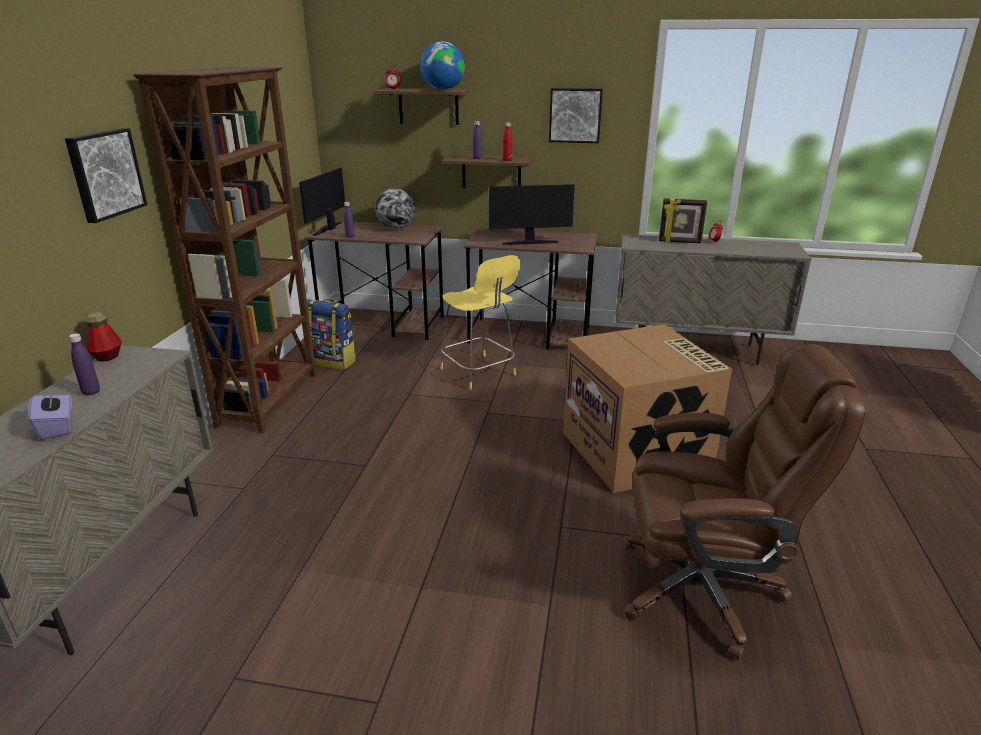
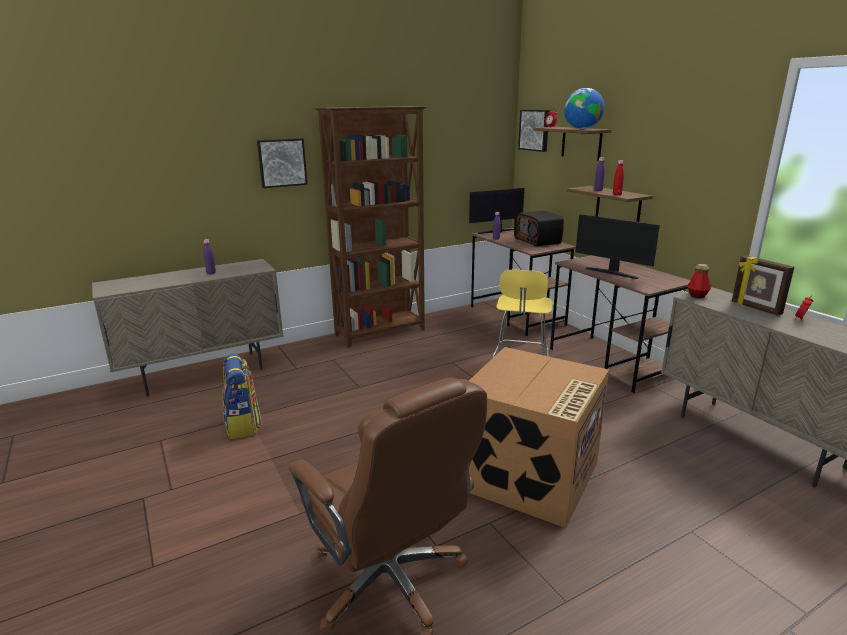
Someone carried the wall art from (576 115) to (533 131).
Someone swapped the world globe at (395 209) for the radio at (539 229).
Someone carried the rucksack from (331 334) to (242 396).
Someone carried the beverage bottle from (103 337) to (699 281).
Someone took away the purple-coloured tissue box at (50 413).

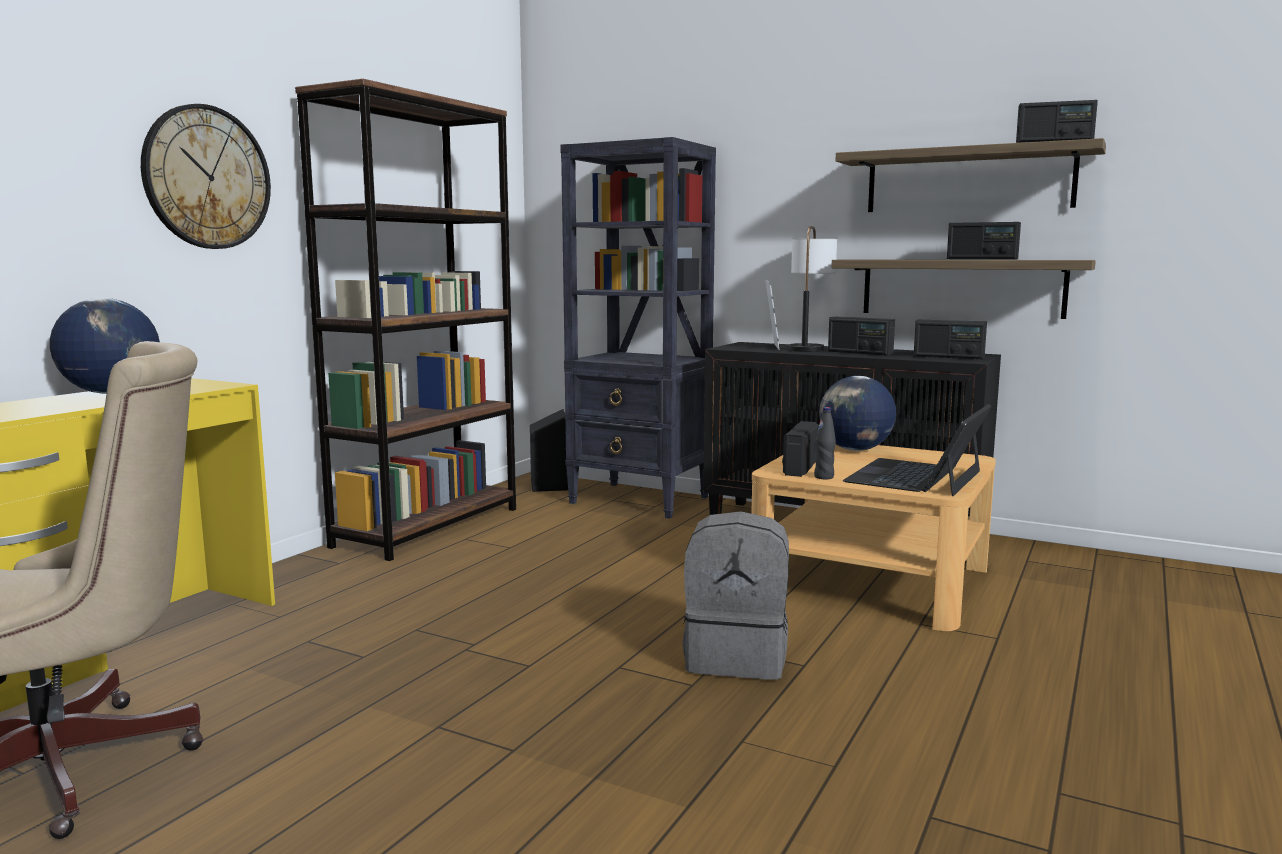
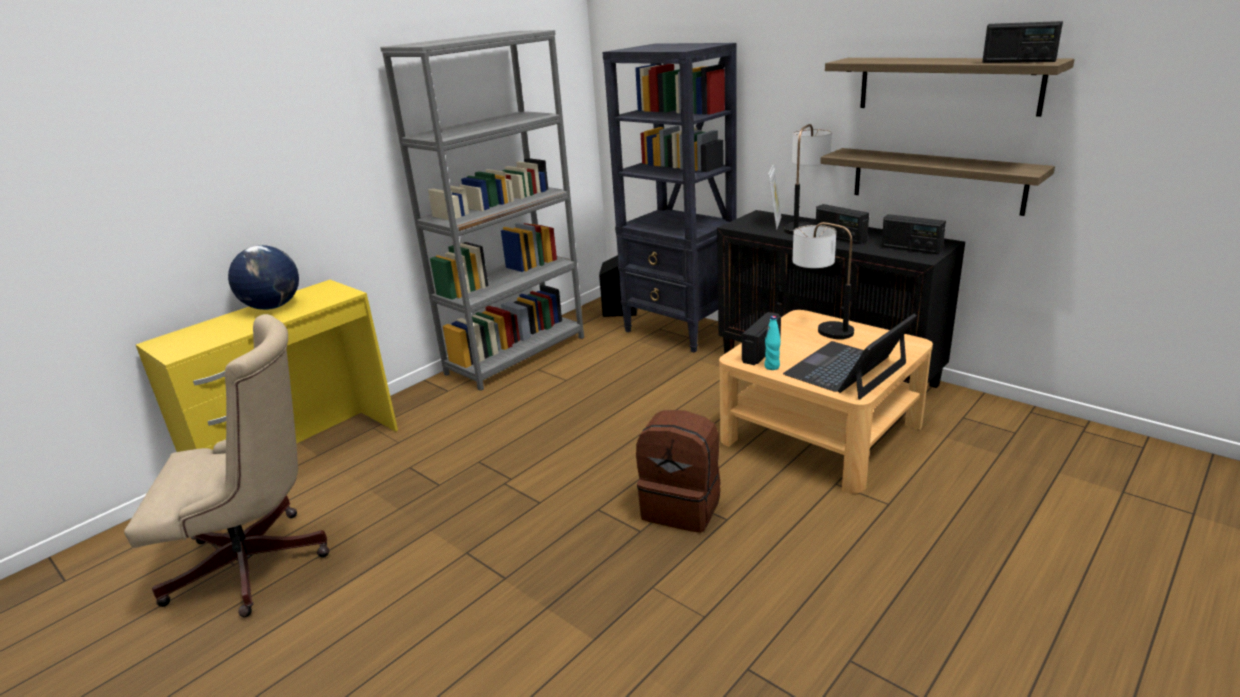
Someone repainted the brown shelving unit at (405 320), which became the gray shelving unit at (482 210).
Someone took away the clock on the wall at (206 176).
Someone took away the radio at (984 241).
Someone swapped the world globe at (857 413) for the tabletop lamp at (823 280).
Someone repainted the blackish beverage bottle at (825 443), which became the turquoise-coloured beverage bottle at (772 343).
Someone repainted the gray rucksack at (735 595), which became the brown rucksack at (678 471).

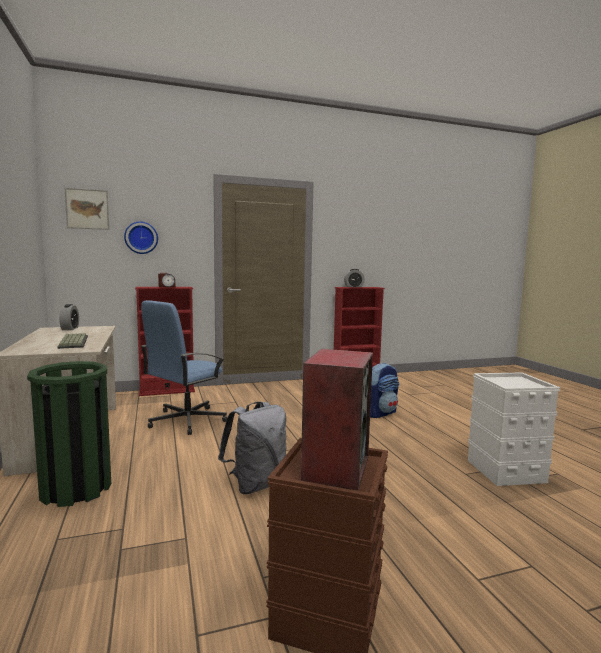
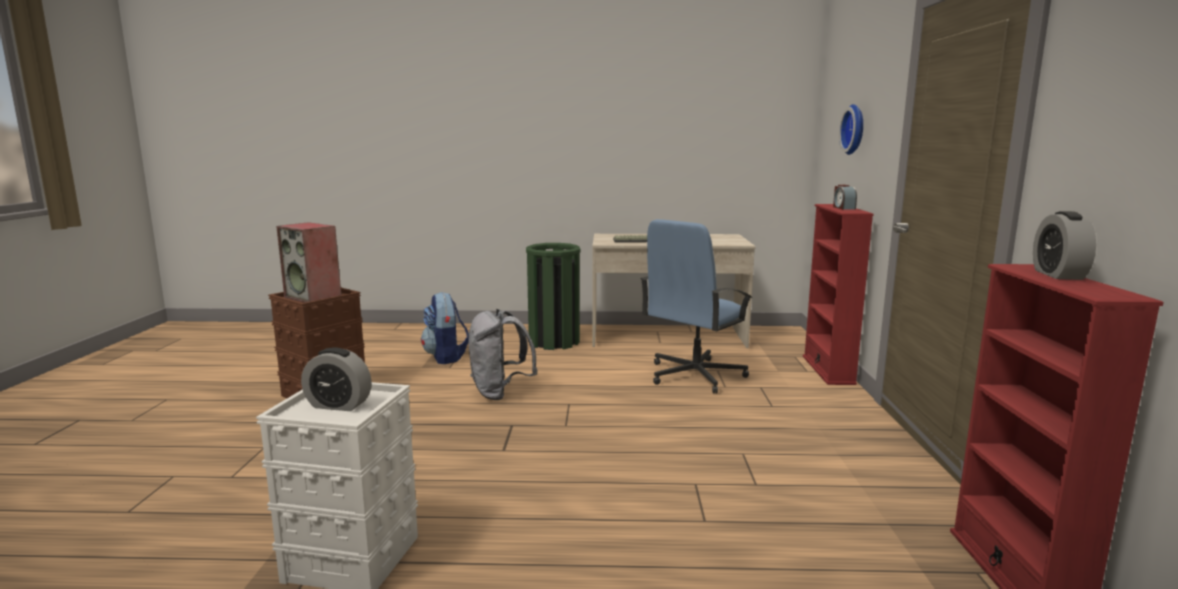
Someone took away the wall art at (87 209).
Someone rotated the blue computer chair at (184 367) by 105 degrees counterclockwise.
Someone carried the table clock from (69 317) to (336 379).
Someone carried the rucksack from (384 390) to (445 328).

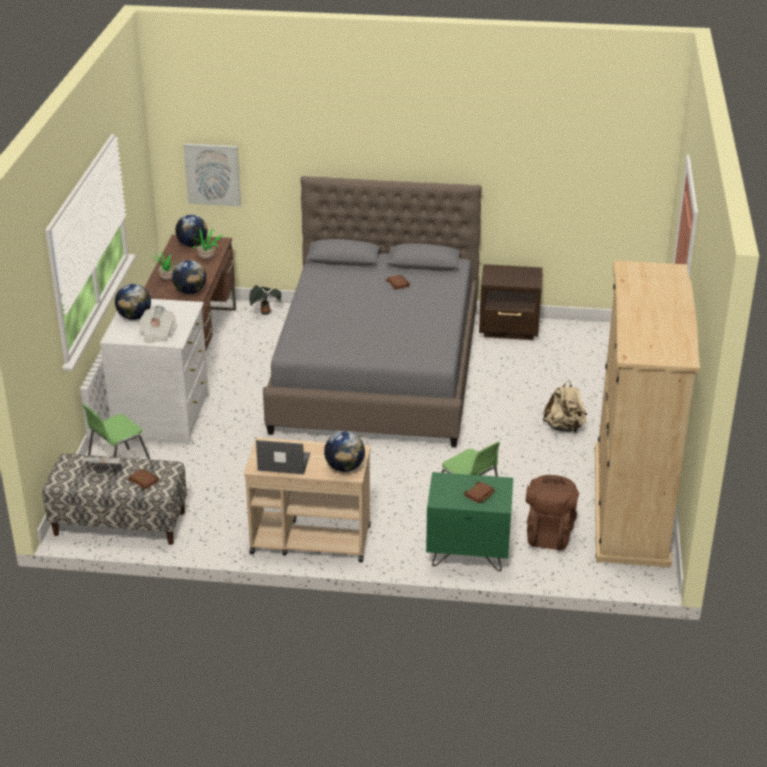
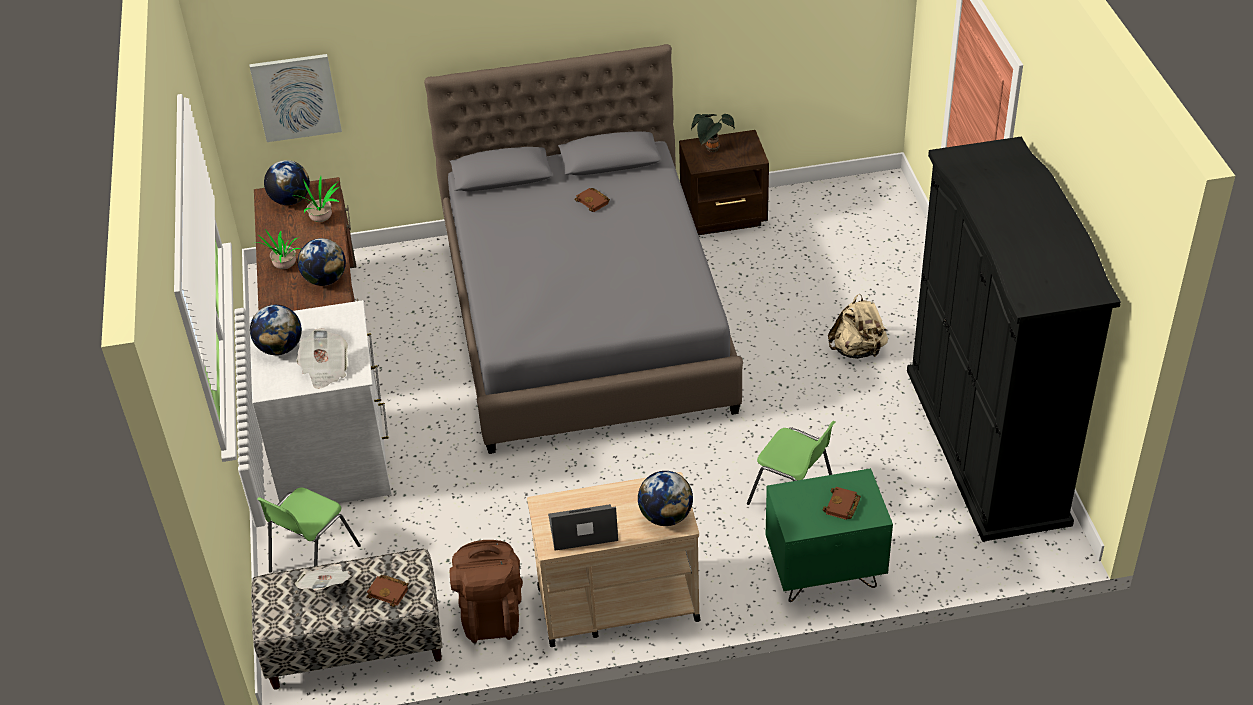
Someone repainted the beige clothes cupboard at (647 414), which became the blackish clothes cupboard at (1014 339).
Someone carried the plant in a pot from (265 300) to (713 133).
Someone carried the brown rucksack from (552 512) to (486 591).

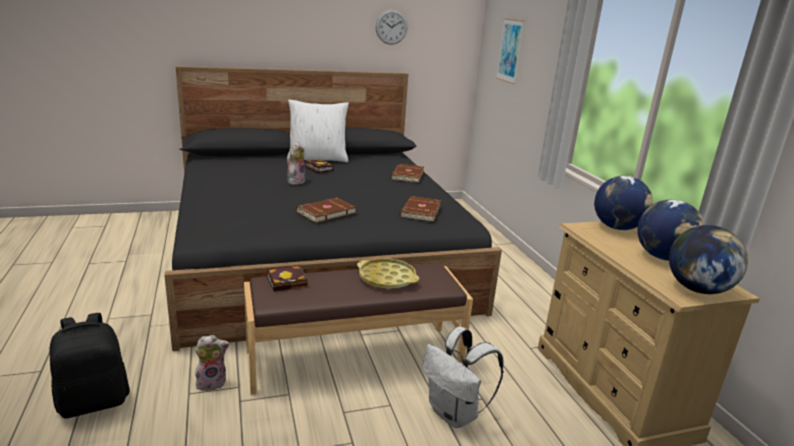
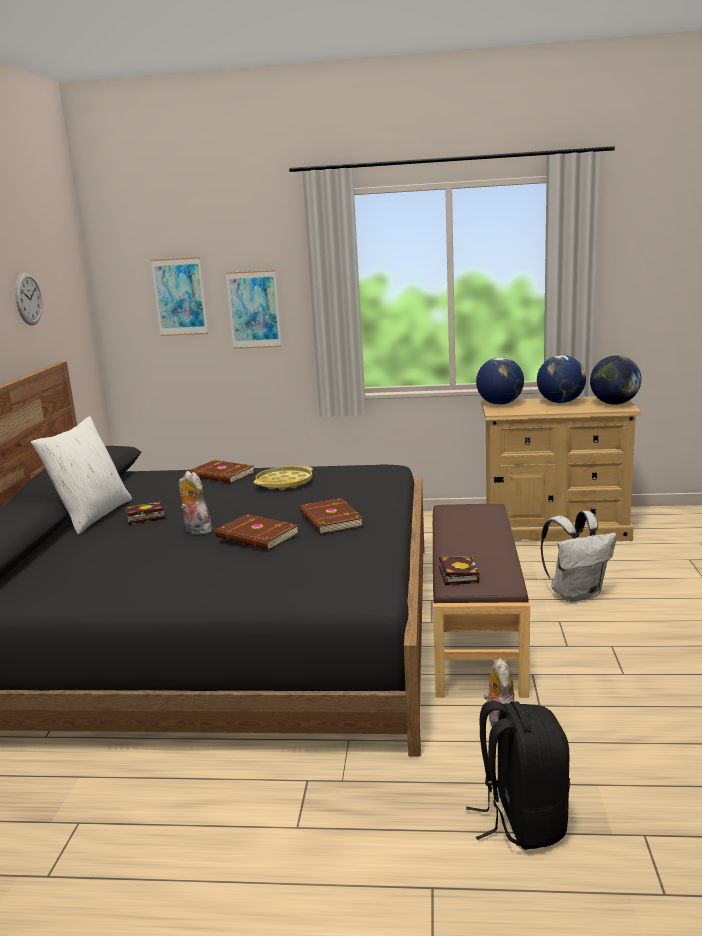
Someone carried the brown volume from (420 209) to (257 532).
Someone carried the yellow-coloured tray from (388 274) to (283 478).
Someone put up the wall art at (254 309).

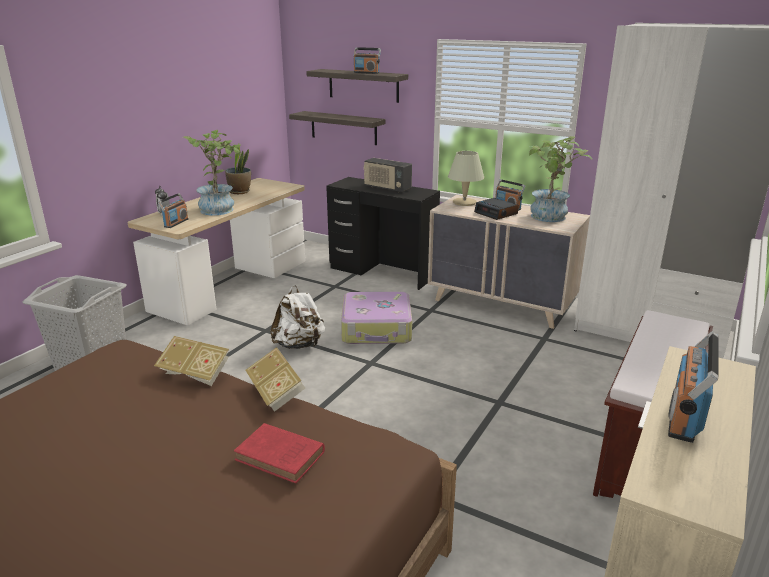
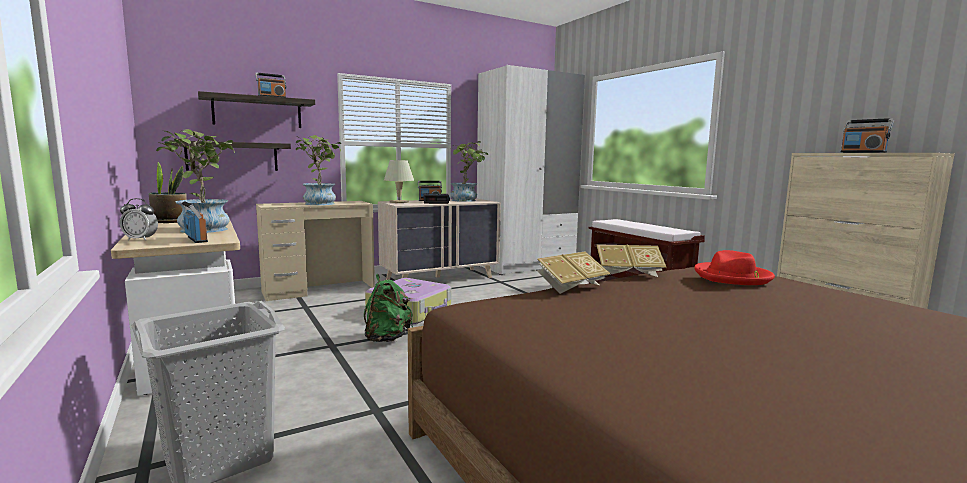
Someone swapped the radio at (388 175) for the plant in a pot at (318 170).
Someone repainted the blackish desk table at (383 233), which became the beige desk table at (315 251).
Someone repainted the whitish rucksack at (297 317), which became the greenish rucksack at (388 308).
Someone swapped the reddish volume at (279 453) for the reddish clothing hat at (734 267).

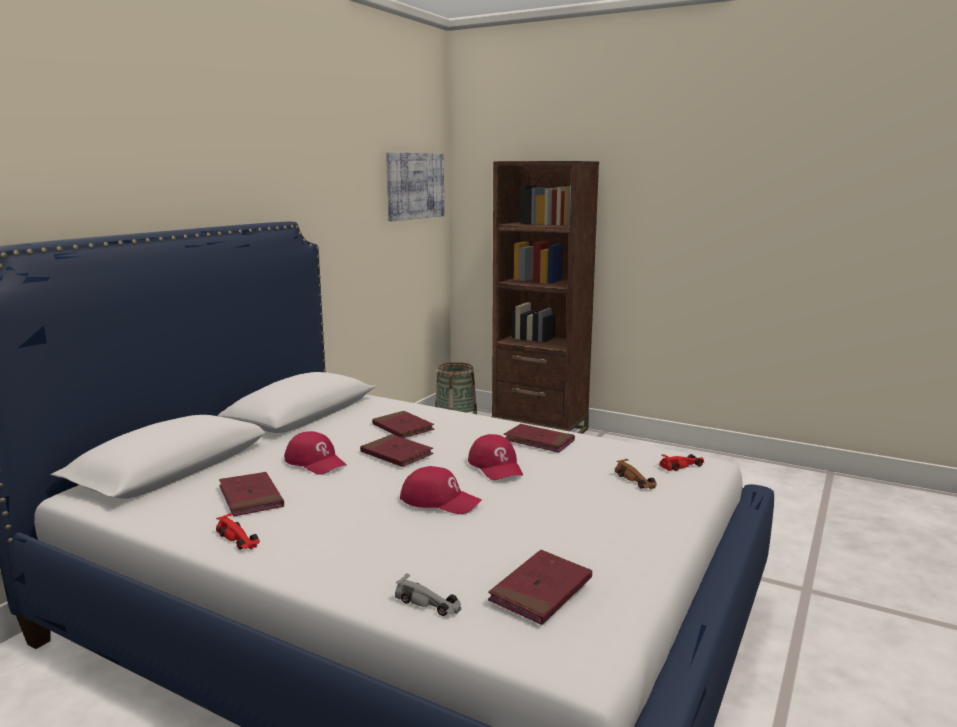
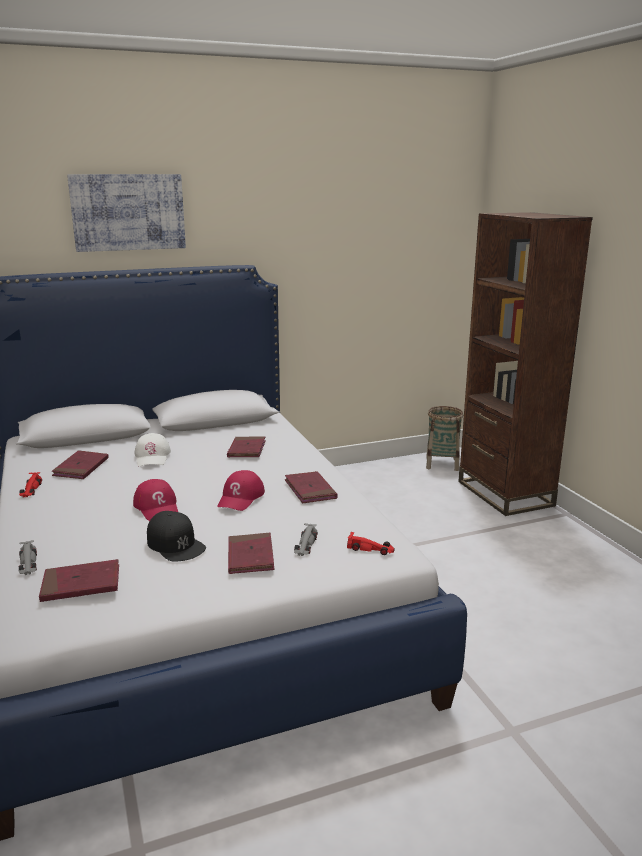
Someone carried the wall art from (415 186) to (126 213).
Someone repainted the reddish cap at (315 453), which became the whitish cap at (153 449).
Someone carried the reddish volume from (397 450) to (251 553).
Someone repainted the brown model car at (636 474), which became the gray model car at (306 539).
Someone put down the blackish cap at (176 536).

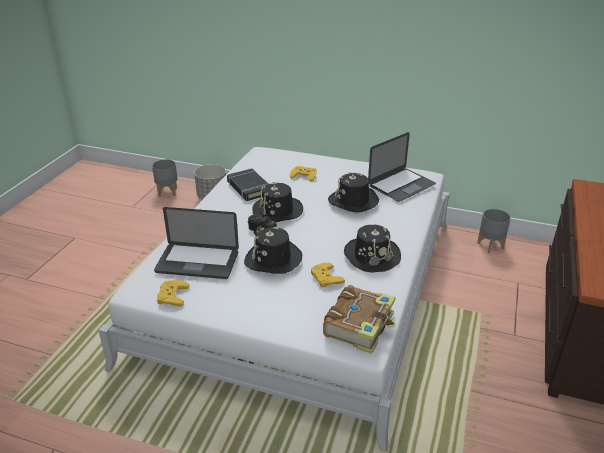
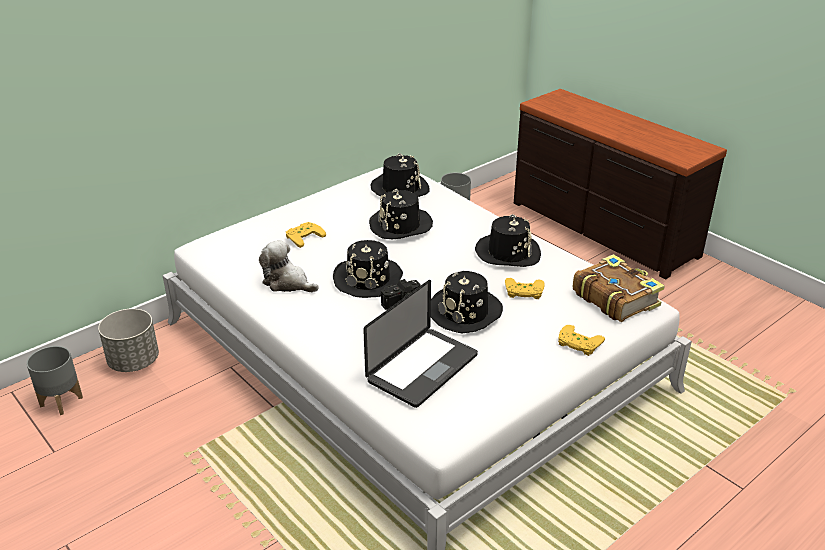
Someone swapped the laptop at (402 167) for the blackish clothing hat at (400 175).
Someone swapped the blackish volume at (247 184) for the plush toy at (289 266).
Someone carried the yellow-coloured gamepad from (173 293) to (581 340).

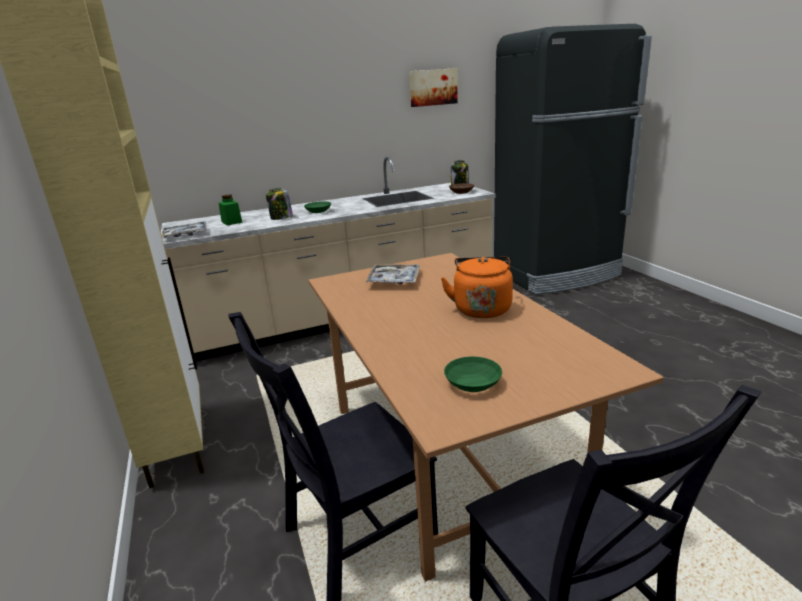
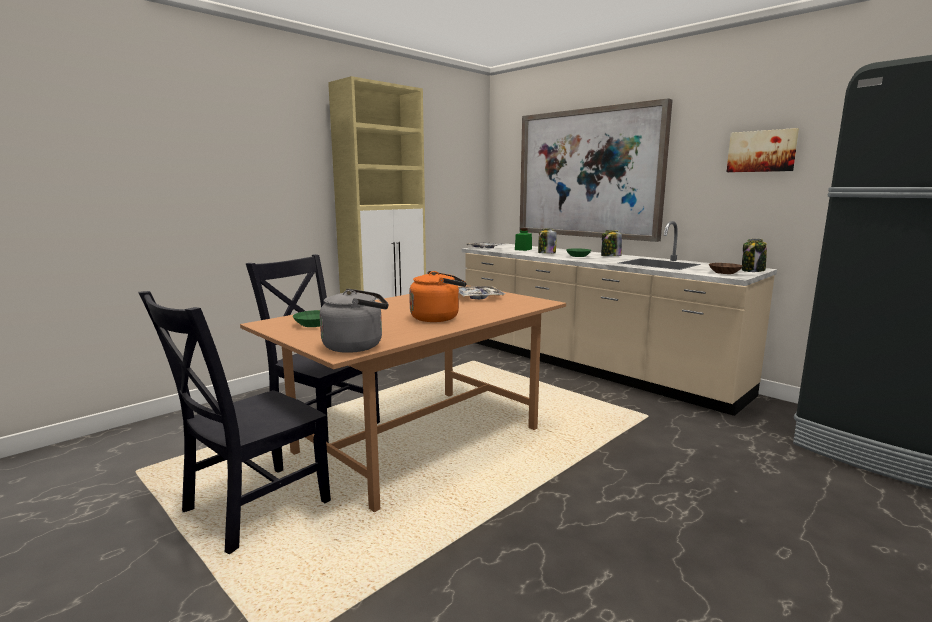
Someone put up the wall art at (596 170).
Someone put down the storage jar at (611 243).
Someone put down the gray water kettle at (354 321).

